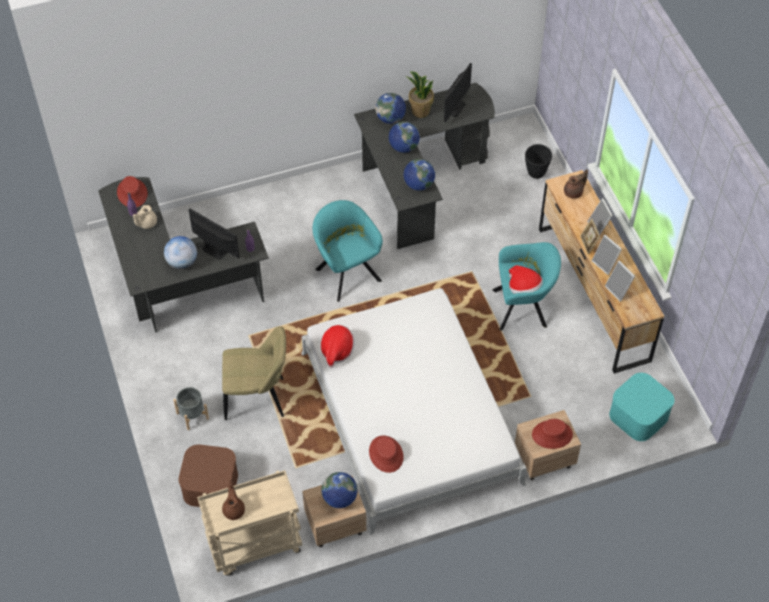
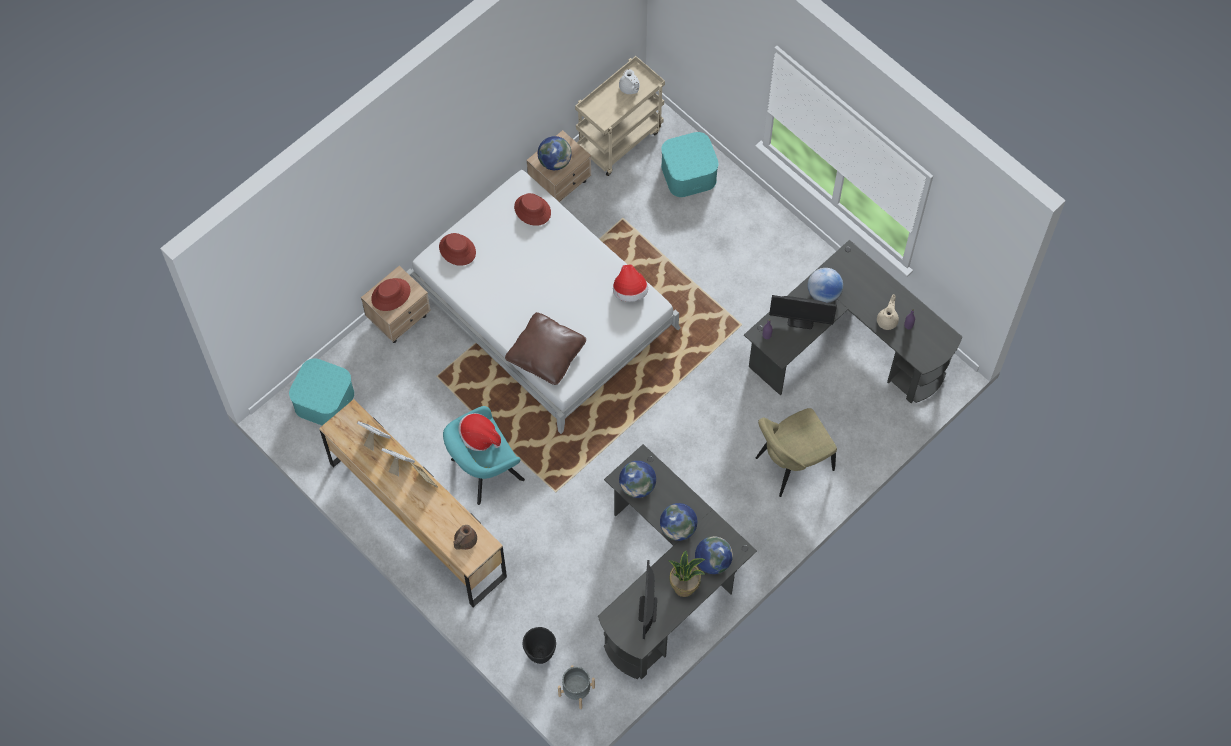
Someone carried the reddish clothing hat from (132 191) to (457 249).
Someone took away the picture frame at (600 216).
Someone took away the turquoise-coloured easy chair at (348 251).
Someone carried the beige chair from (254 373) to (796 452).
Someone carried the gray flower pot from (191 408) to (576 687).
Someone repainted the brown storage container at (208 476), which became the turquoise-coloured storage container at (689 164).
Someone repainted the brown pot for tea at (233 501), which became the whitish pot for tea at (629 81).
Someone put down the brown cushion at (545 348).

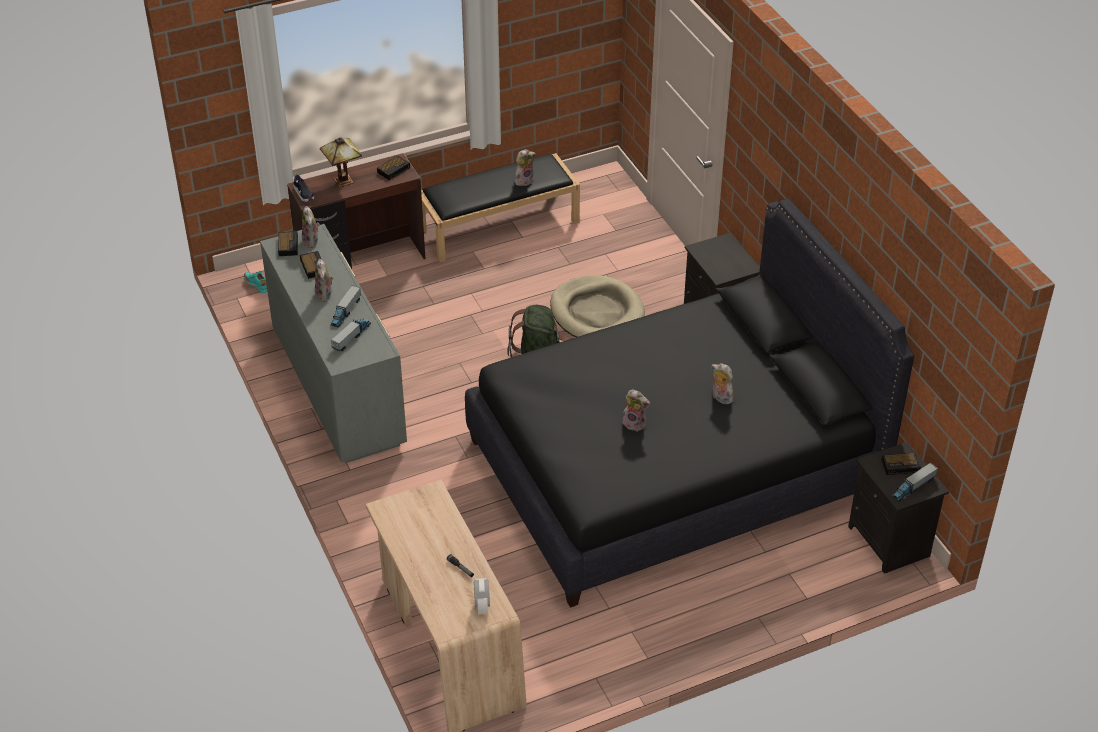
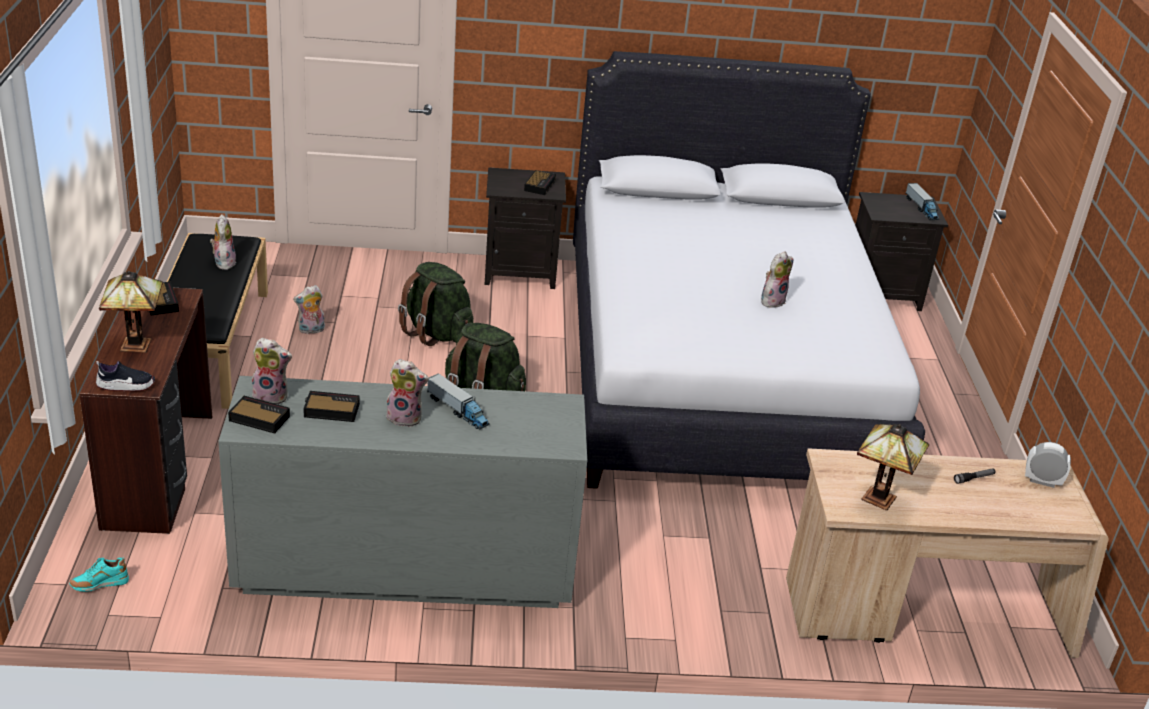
Someone repainted the blackish bed at (689 403), which became the whitish bed at (749 270).
Someone swapped the beige dog cushion at (597 306) for the greenish rucksack at (436 304).
Someone took away the toy lorry at (351 335).
Someone carried the plush toy from (722 383) to (309 309).
Someone carried the table clock from (901 463) to (540 182).
Someone put down the tabletop lamp at (893 467).

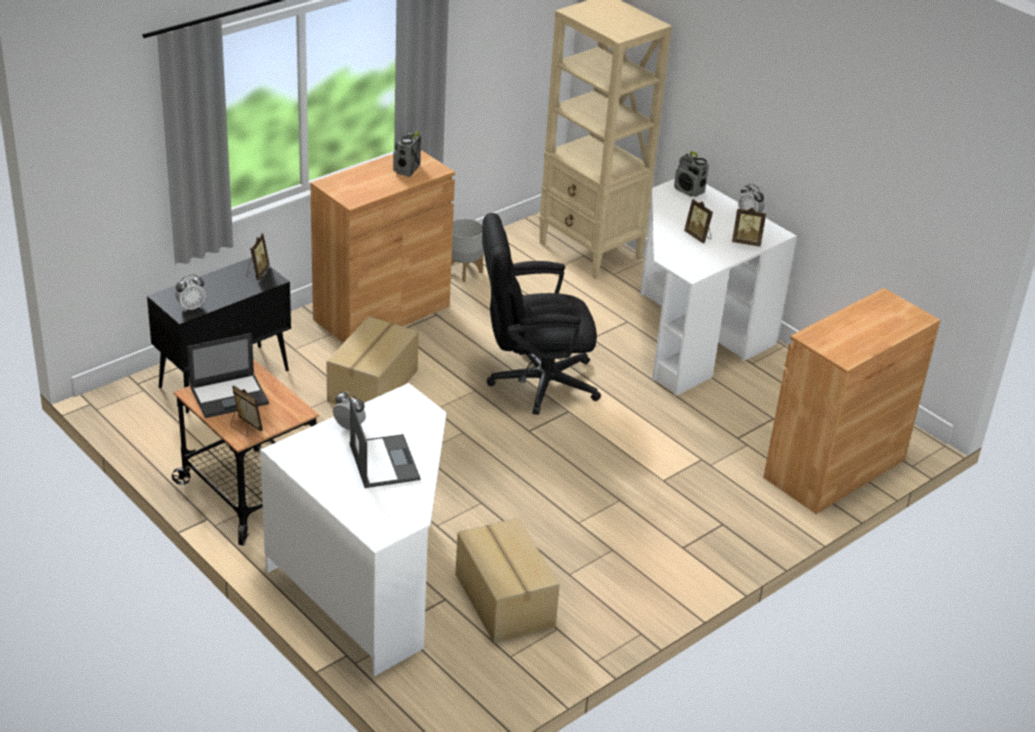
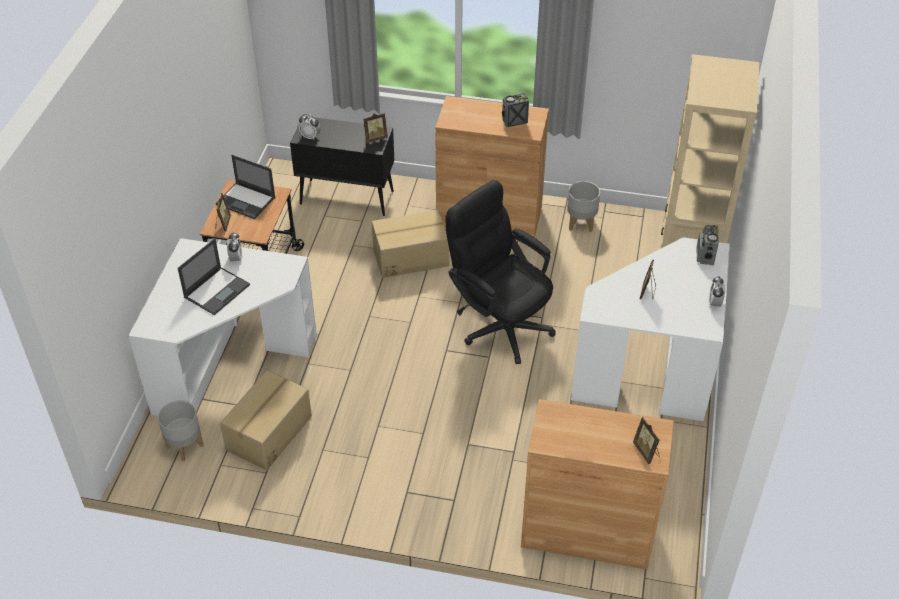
Someone carried the picture frame from (749 227) to (646 440).
Someone put down the gray flower pot at (181 430).

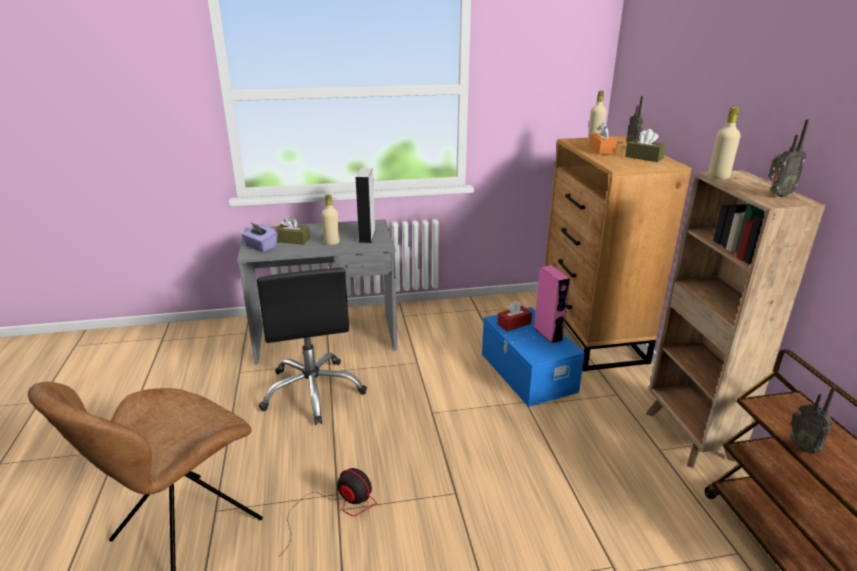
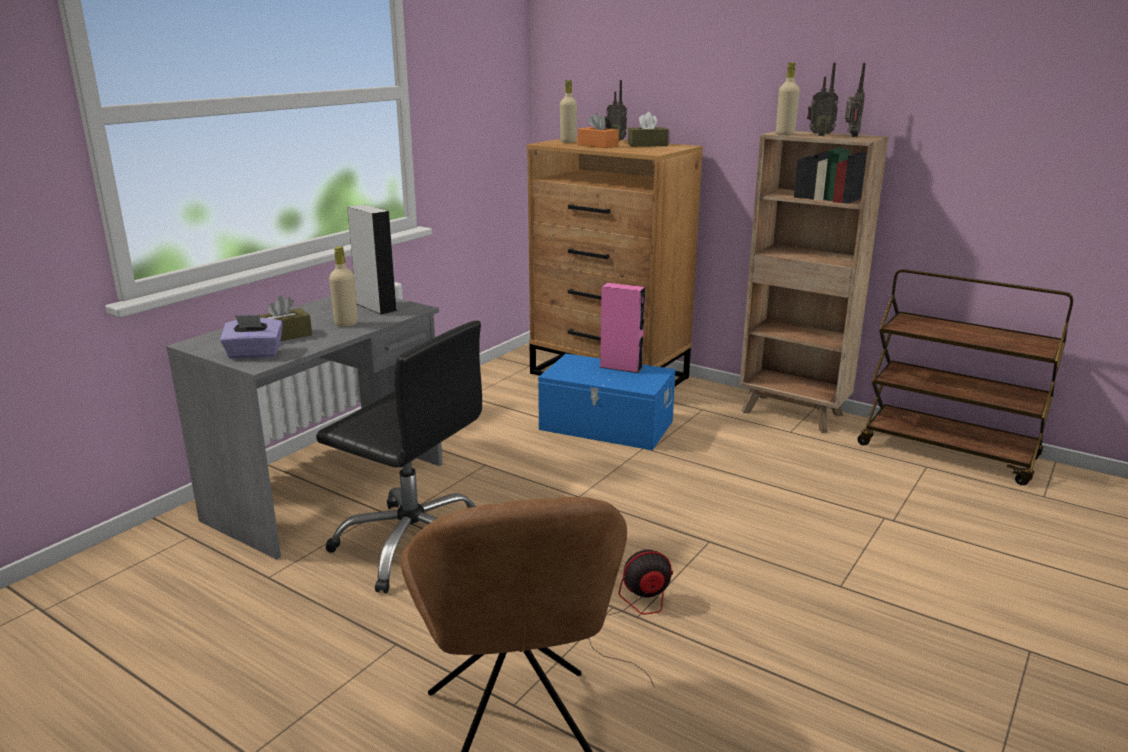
Someone took away the reddish tissue box at (514 316).
Someone carried the radio from (813 419) to (823 99).

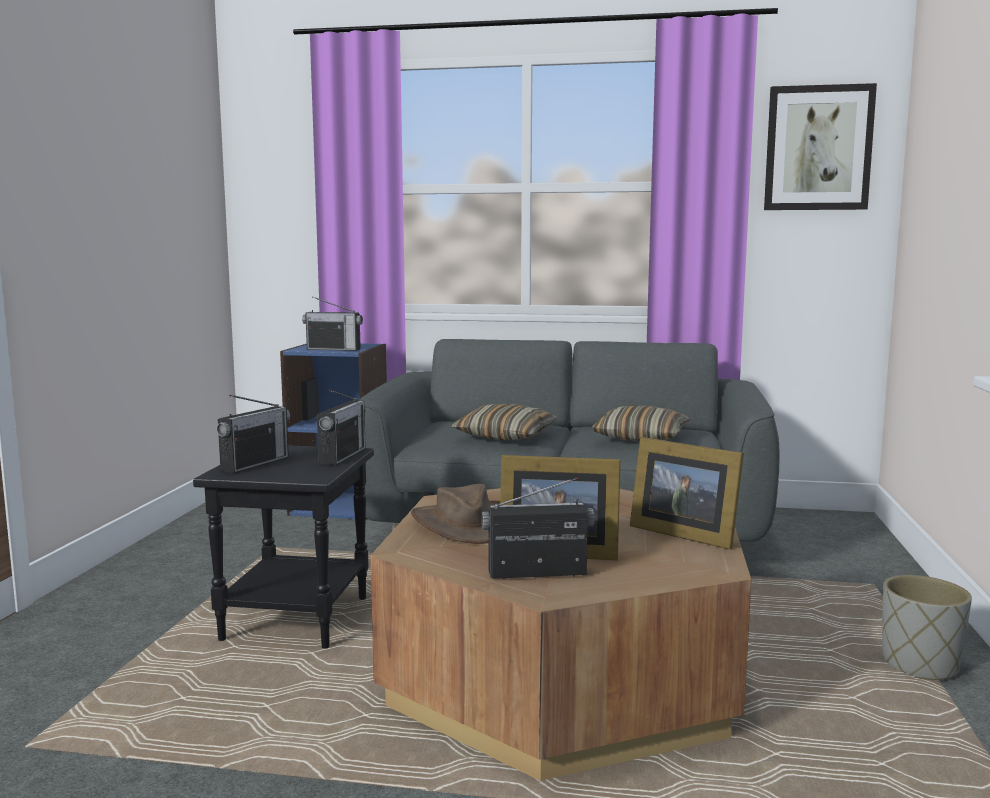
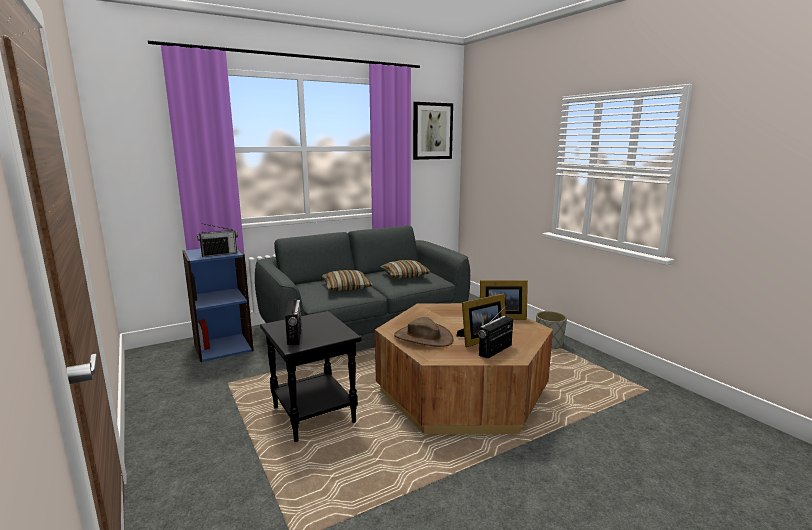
Someone took away the radio at (341 427).

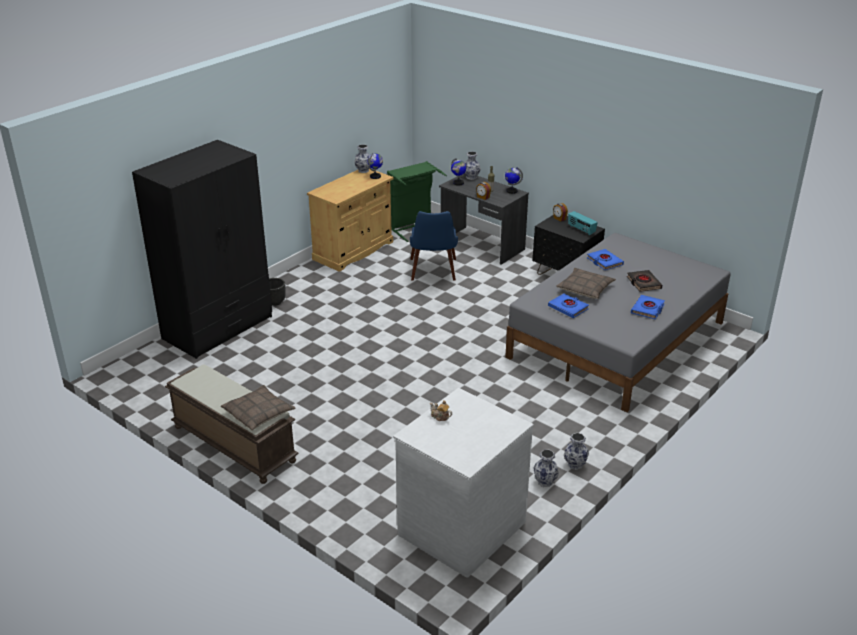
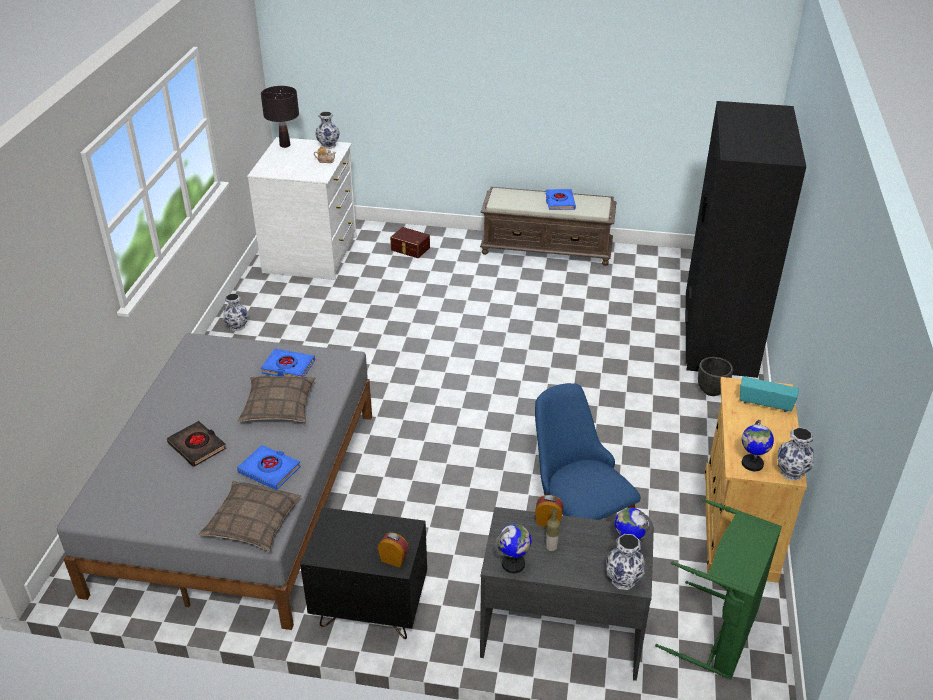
Someone carried the radio from (583 223) to (769 394).
Someone carried the blue volume from (648 307) to (561 199).
Someone carried the cushion from (258 408) to (249 516).
Someone carried the vase from (546 468) to (327 130).
Someone put down the blackish tabletop lamp at (280 117).
Someone put down the brown storage container at (410 242).

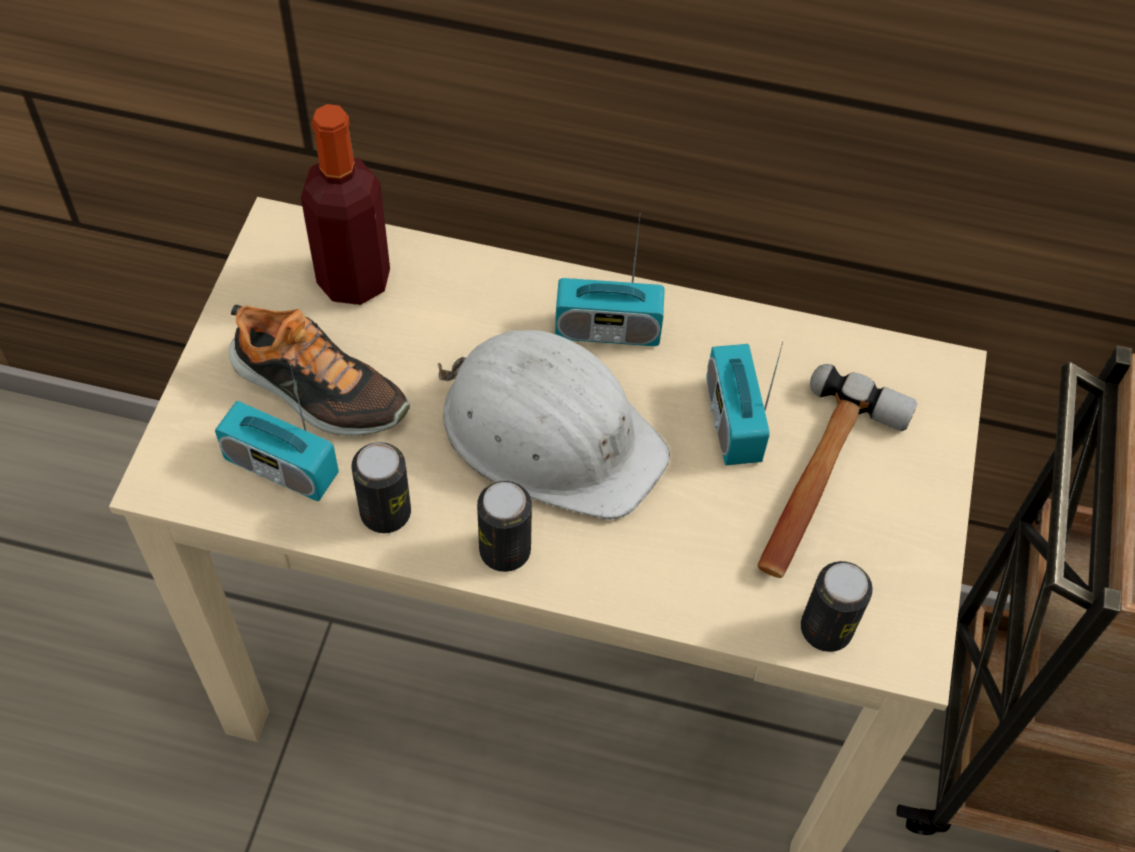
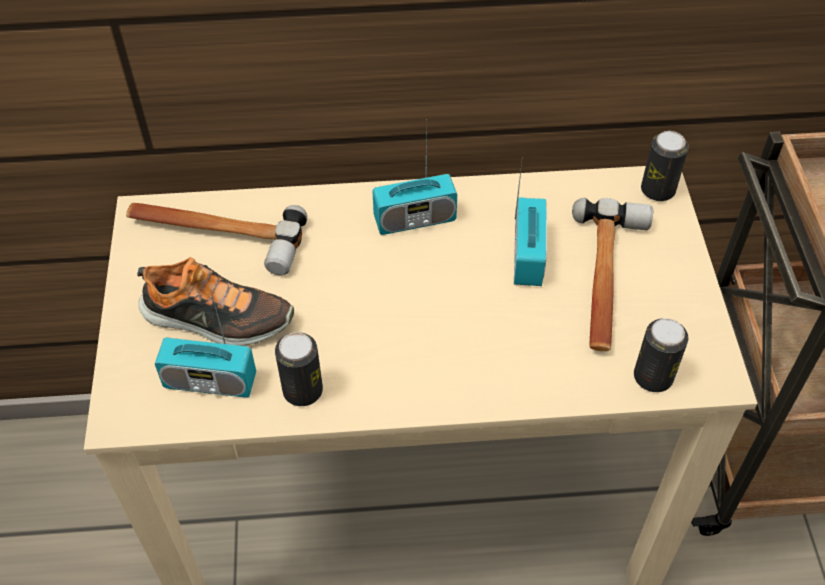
Someone swapped the beverage bottle at (345 204) for the tool hammer at (216 239).
Someone took away the whitish safety helmet at (554 424).
Someone rotated the radio at (744 403) by 150 degrees counterclockwise.
Someone carried the metal can from (504 526) to (665 166).

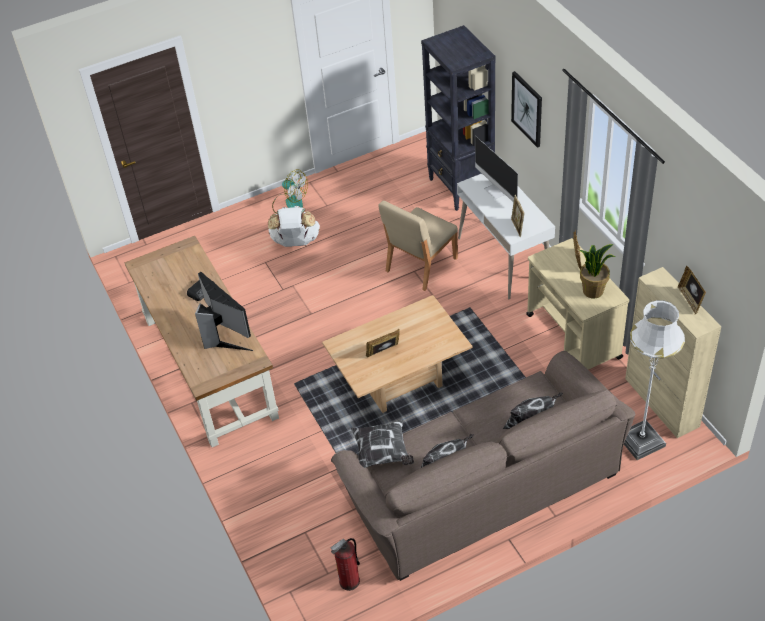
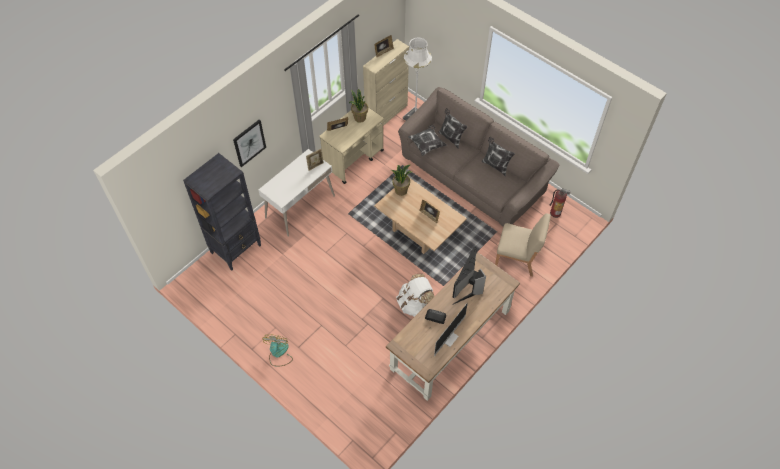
Someone carried the computer display from (496 169) to (451 329).
Someone carried the beige chair from (418 246) to (523 245).
Someone carried the whitish rucksack from (294 226) to (415 295).
Someone carried the cushion from (382 444) to (427 140).
Someone put down the plant in a pot at (401 180).

